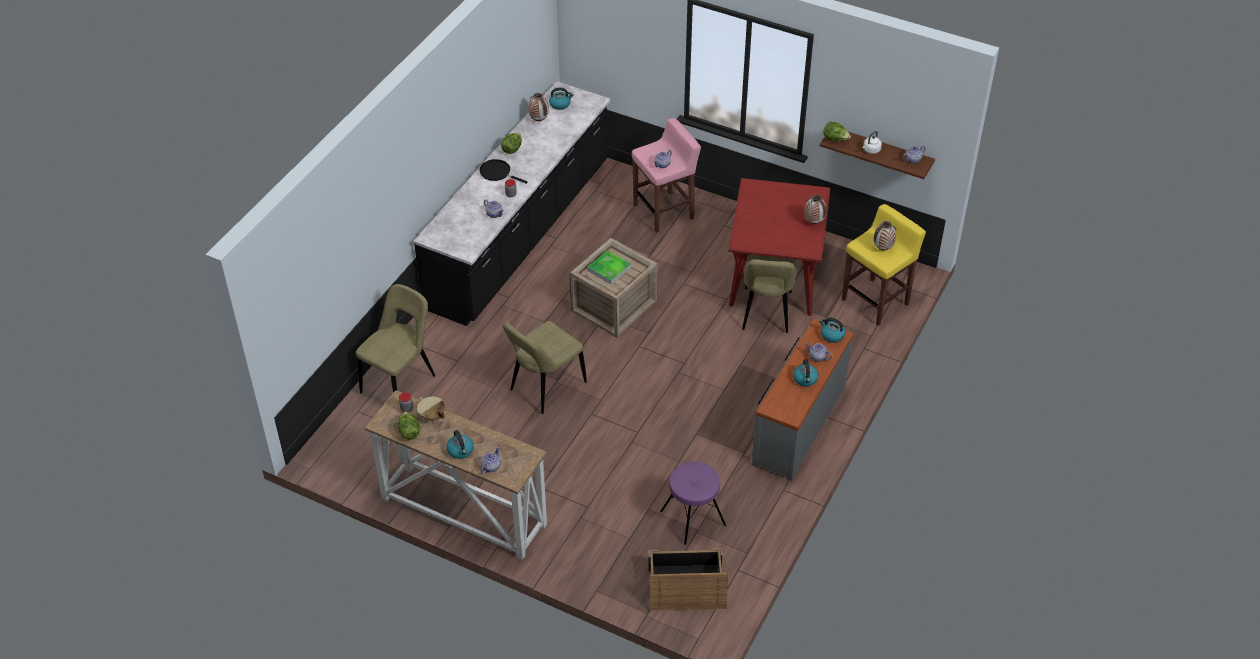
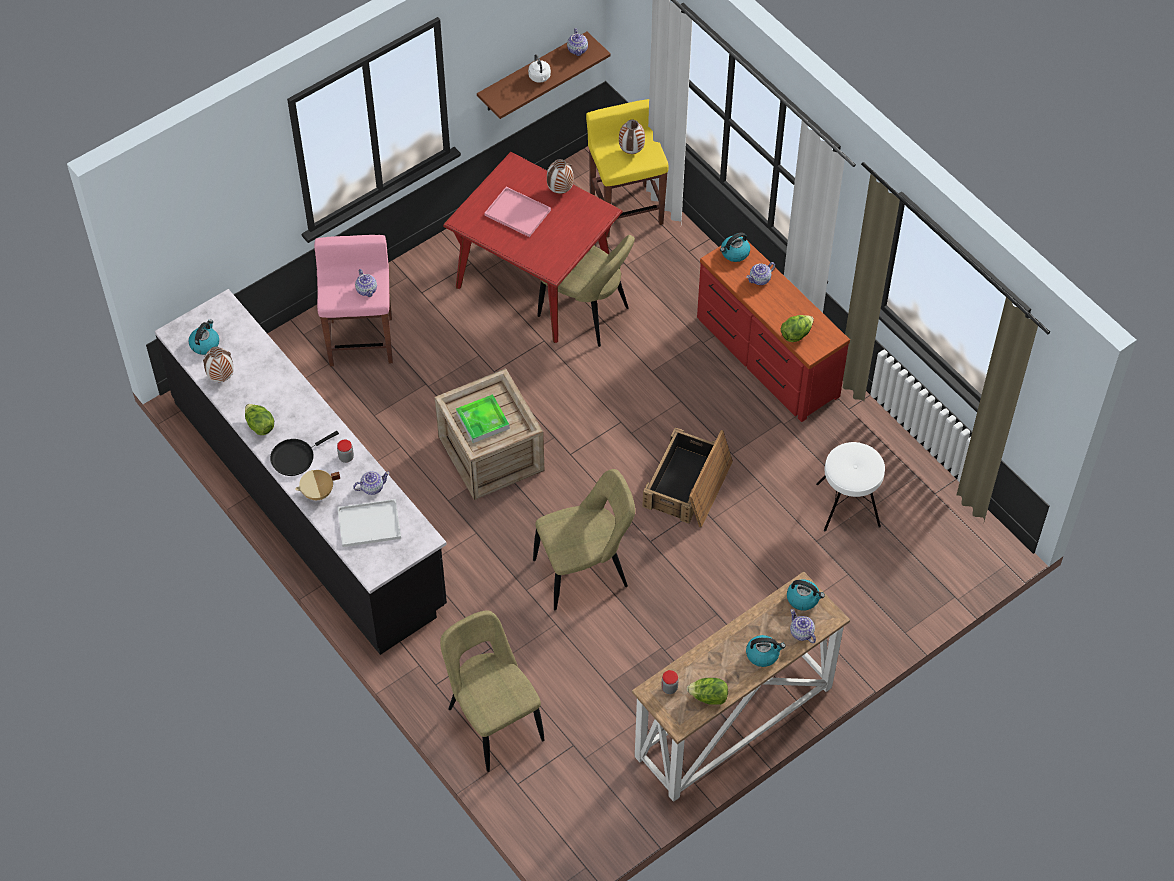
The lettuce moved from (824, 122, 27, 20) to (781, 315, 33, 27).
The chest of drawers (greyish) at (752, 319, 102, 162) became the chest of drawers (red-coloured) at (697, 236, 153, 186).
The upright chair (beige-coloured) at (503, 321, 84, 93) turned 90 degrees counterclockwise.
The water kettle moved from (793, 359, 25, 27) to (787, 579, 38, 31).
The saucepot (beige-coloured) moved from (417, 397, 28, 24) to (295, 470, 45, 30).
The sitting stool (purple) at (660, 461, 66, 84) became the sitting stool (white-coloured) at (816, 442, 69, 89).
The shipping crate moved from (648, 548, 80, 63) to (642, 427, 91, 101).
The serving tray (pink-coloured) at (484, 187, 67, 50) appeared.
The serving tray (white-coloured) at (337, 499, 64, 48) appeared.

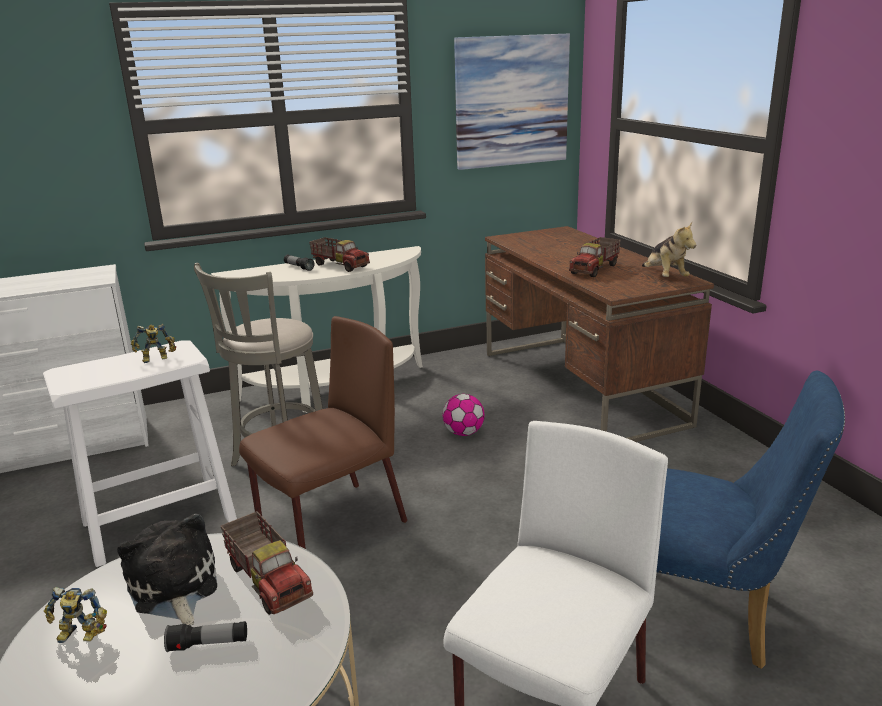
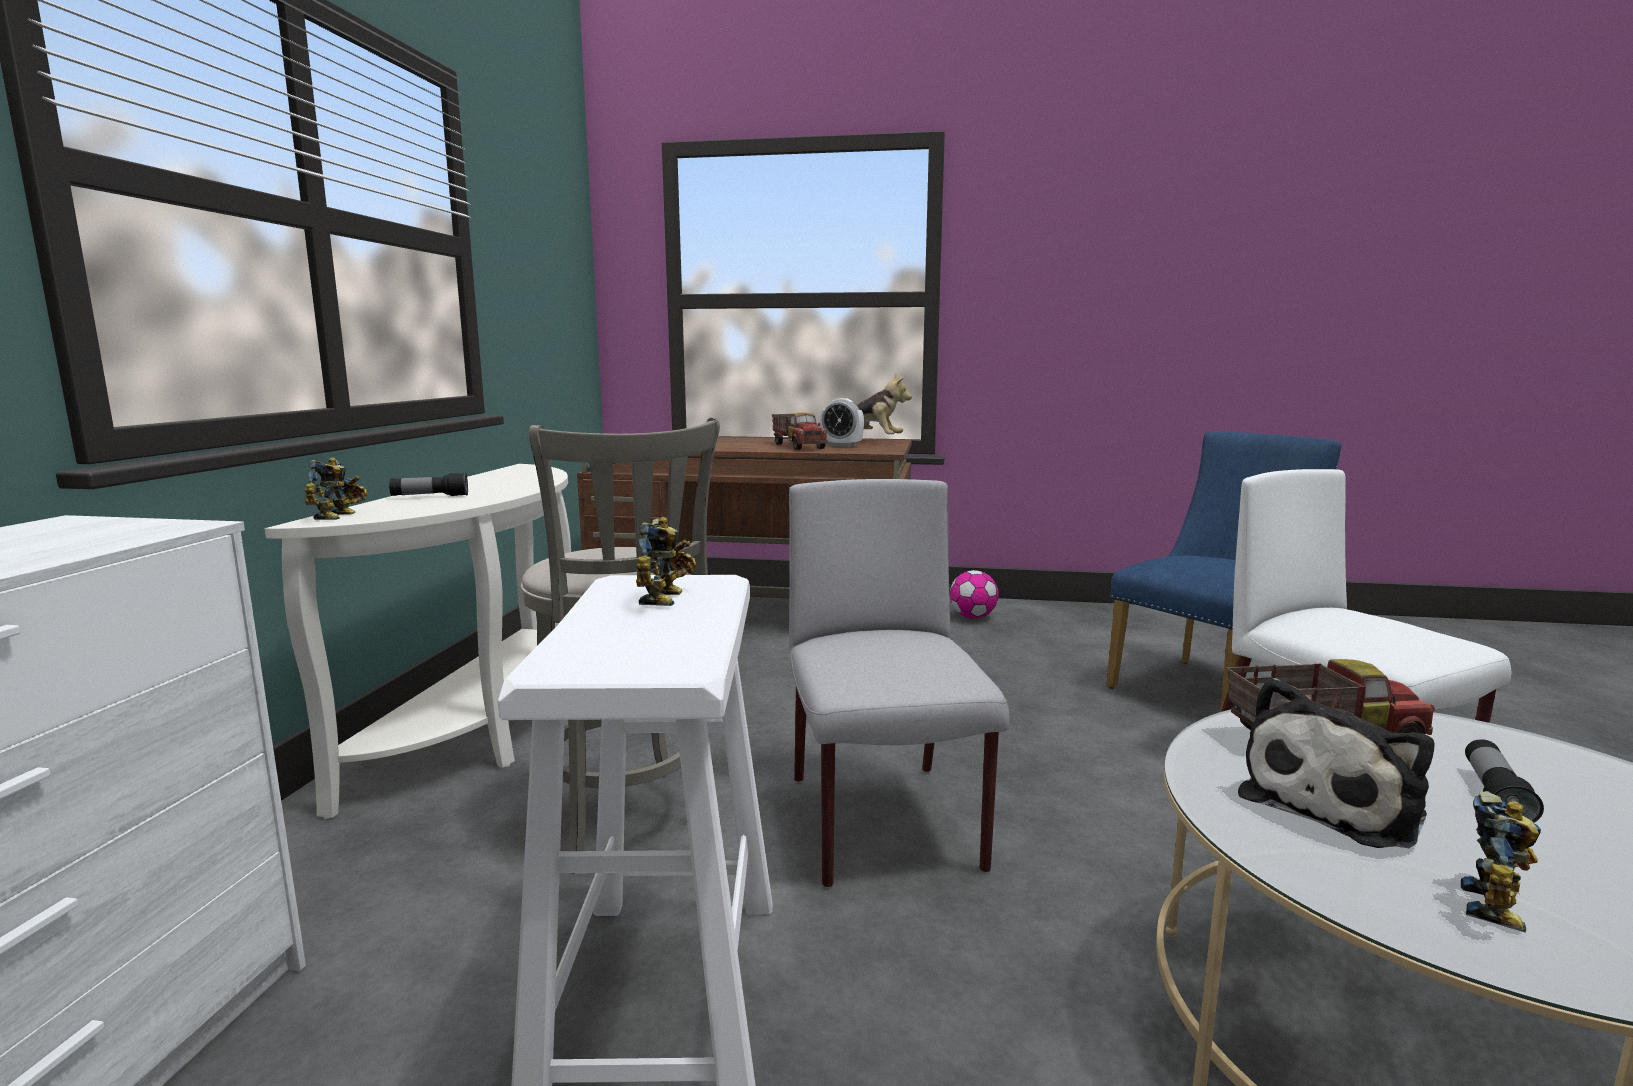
The picture at (454, 34, 116, 136) disappeared.
The model truck at (309, 237, 61, 35) disappeared.
The upright chair (brownish) at (239, 316, 168, 233) became the upright chair (greyish) at (789, 479, 220, 409).
The ball for football moved from (443, 394, 42, 42) to (950, 570, 49, 49).
The cuddly toy at (117, 513, 100, 113) turned 45 degrees counterclockwise.
The bedside clock at (820, 398, 44, 49) appeared.
The toy robot at (304, 457, 63, 63) appeared.

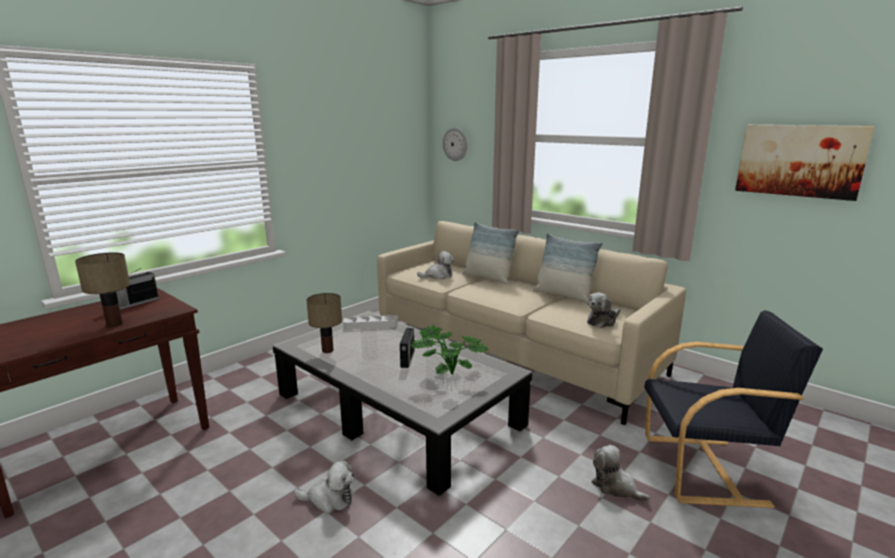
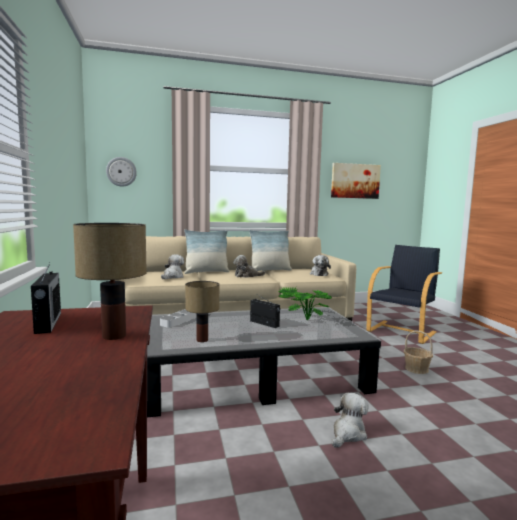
The cuddly toy moved from (592, 445, 58, 57) to (233, 255, 32, 23).
The basket at (404, 330, 29, 44) appeared.

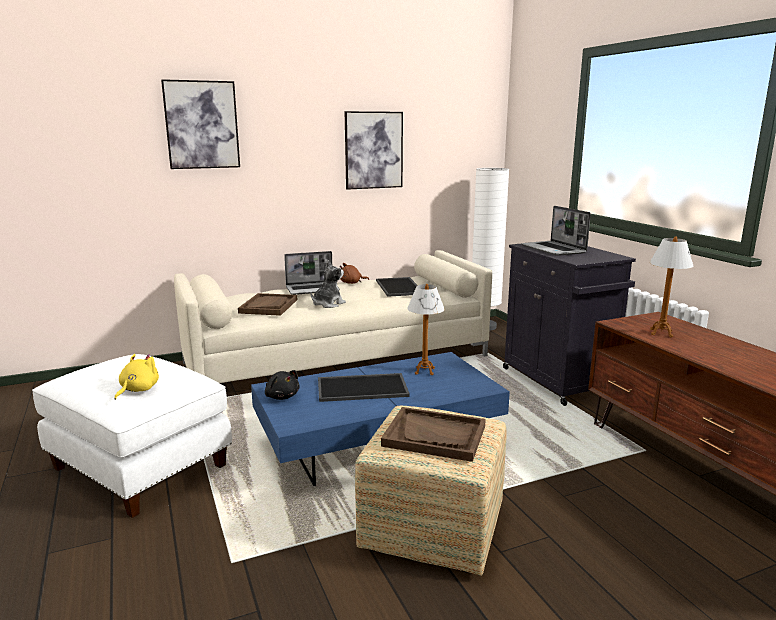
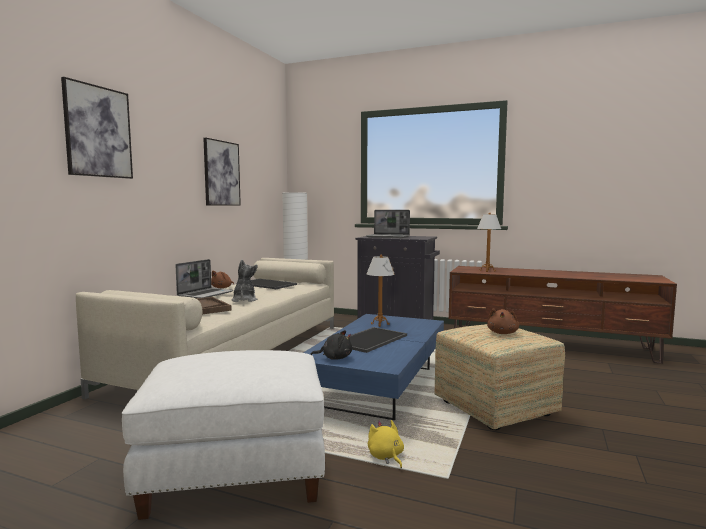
The cuddly toy (yellow-coloured) moved from (115, 354, 44, 46) to (368, 420, 36, 49).
The serving tray (brownish) at (381, 407, 105, 55) was replaced by the cuddly toy (brownish) at (487, 308, 32, 26).

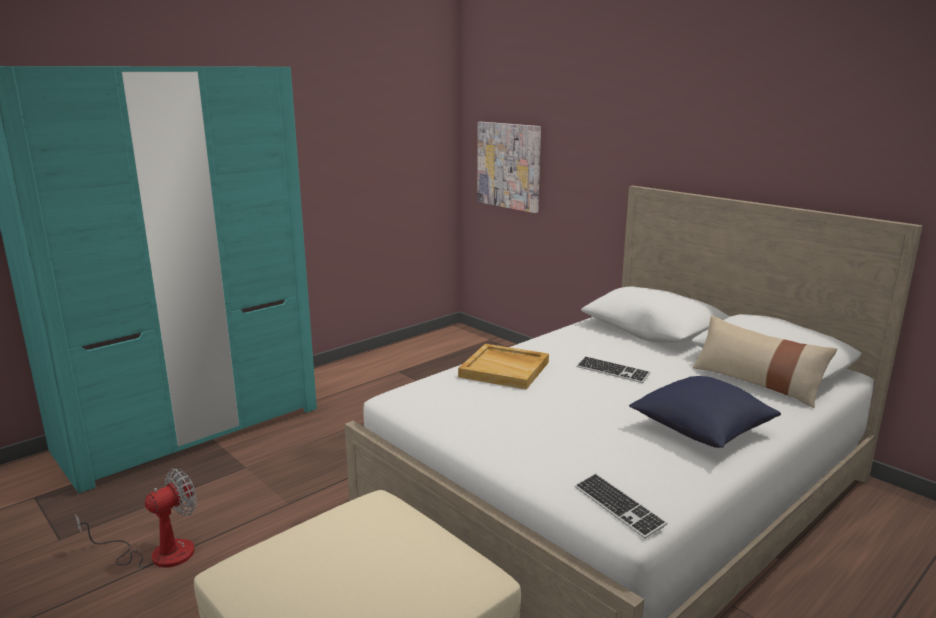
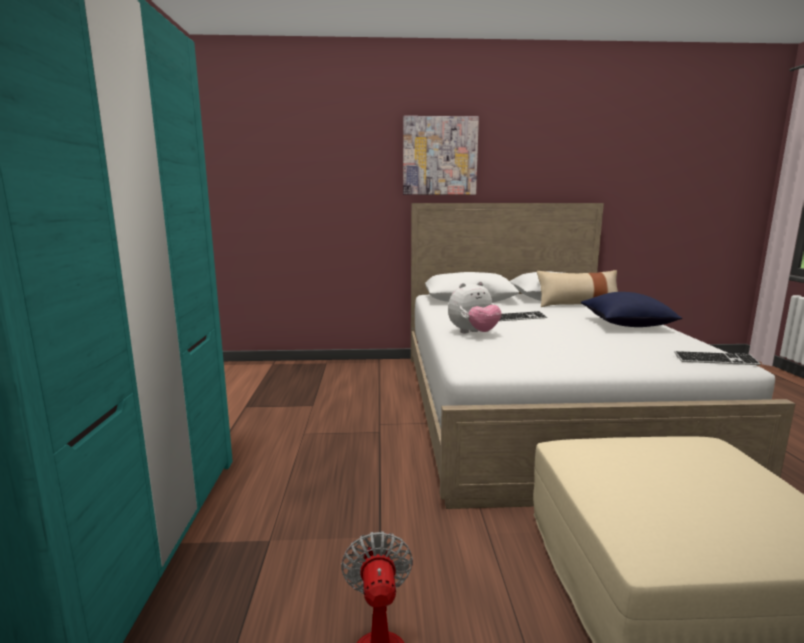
The picture moved from (477, 122, 64, 91) to (403, 116, 76, 79).
The serving tray (beige-coloured) at (458, 344, 91, 46) was replaced by the cuddly toy at (448, 281, 54, 52).

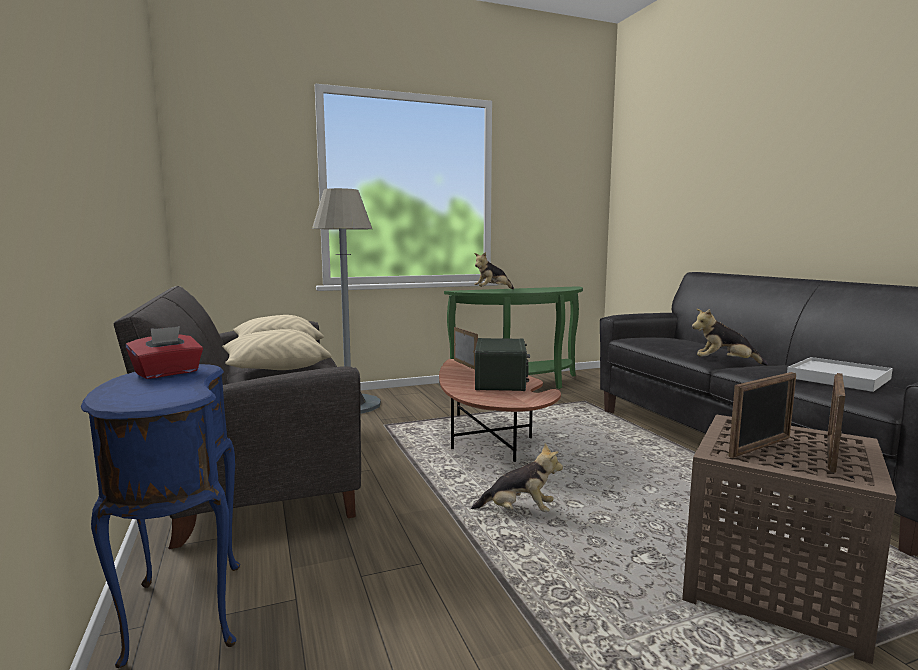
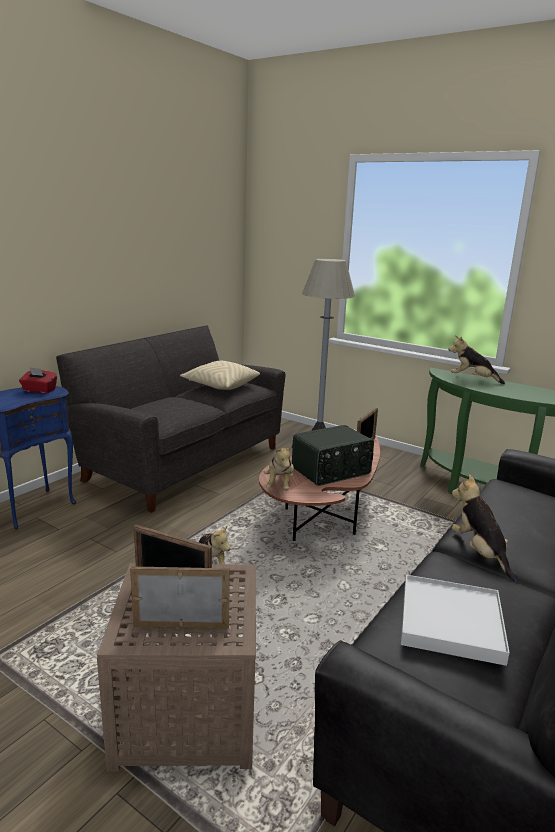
The cushion (beige-coloured) at (222, 329, 110, 41) disappeared.
The cuddly toy at (264, 445, 30, 46) appeared.

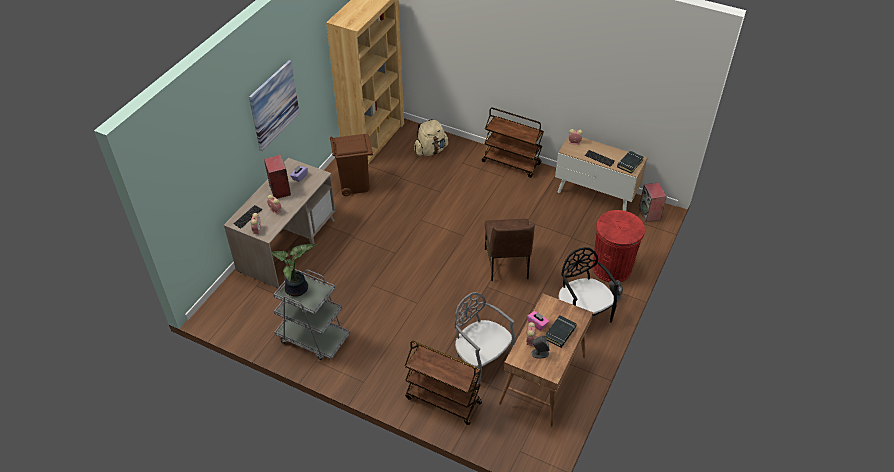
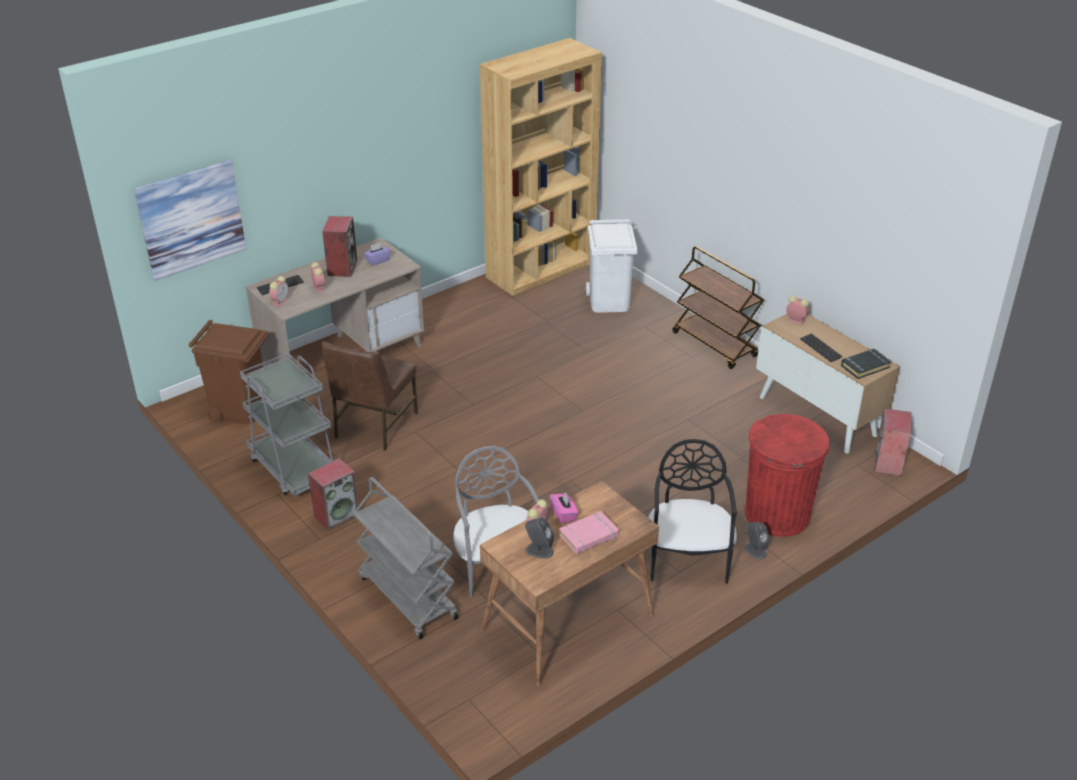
The picture moved from (249, 60, 51, 91) to (134, 160, 112, 121).
The knapsack (beige-coloured) at (414, 119, 34, 37) was replaced by the waste bin (white-coloured) at (586, 219, 52, 94).
The waste bin (brownish) moved from (330, 134, 43, 62) to (189, 320, 80, 104).
The upright chair (brownish) moved from (485, 219, 50, 62) to (322, 341, 96, 110).
The houseplant at (271, 244, 46, 53) disappeared.
The bound book (black-coloured) at (545, 315, 32, 33) became the bound book (pink-coloured) at (559, 511, 59, 43).
The wheeled cart (brownish) at (405, 341, 77, 84) became the wheeled cart (greyish) at (353, 477, 105, 163).
The speaker at (308, 458, 50, 73) appeared.

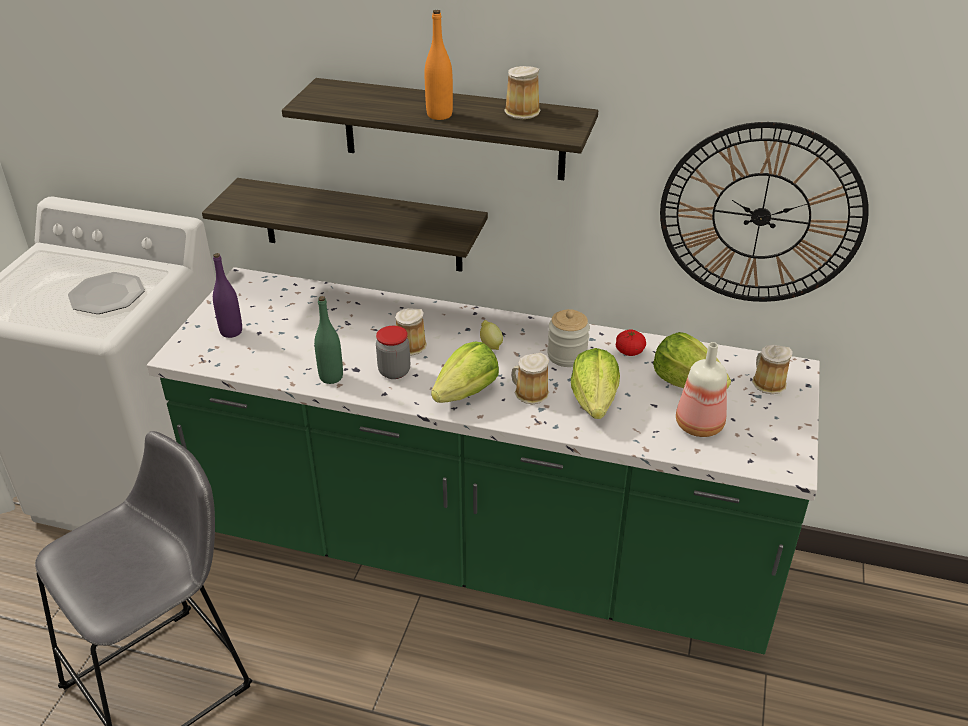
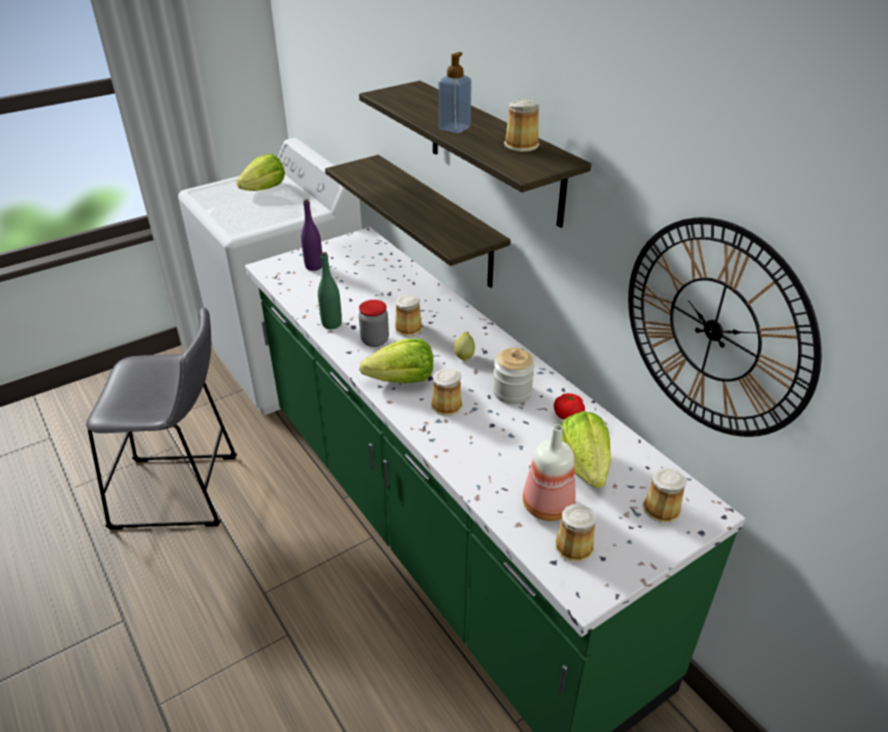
The drink bottle (orange) at (425, 10, 28, 110) was replaced by the liquid soap bottle at (439, 52, 33, 81).
The flat dish at (68, 272, 77, 42) disappeared.
The lettuce moved from (571, 348, 49, 71) to (236, 154, 49, 37).
The coffee mug at (555, 504, 41, 58) appeared.

